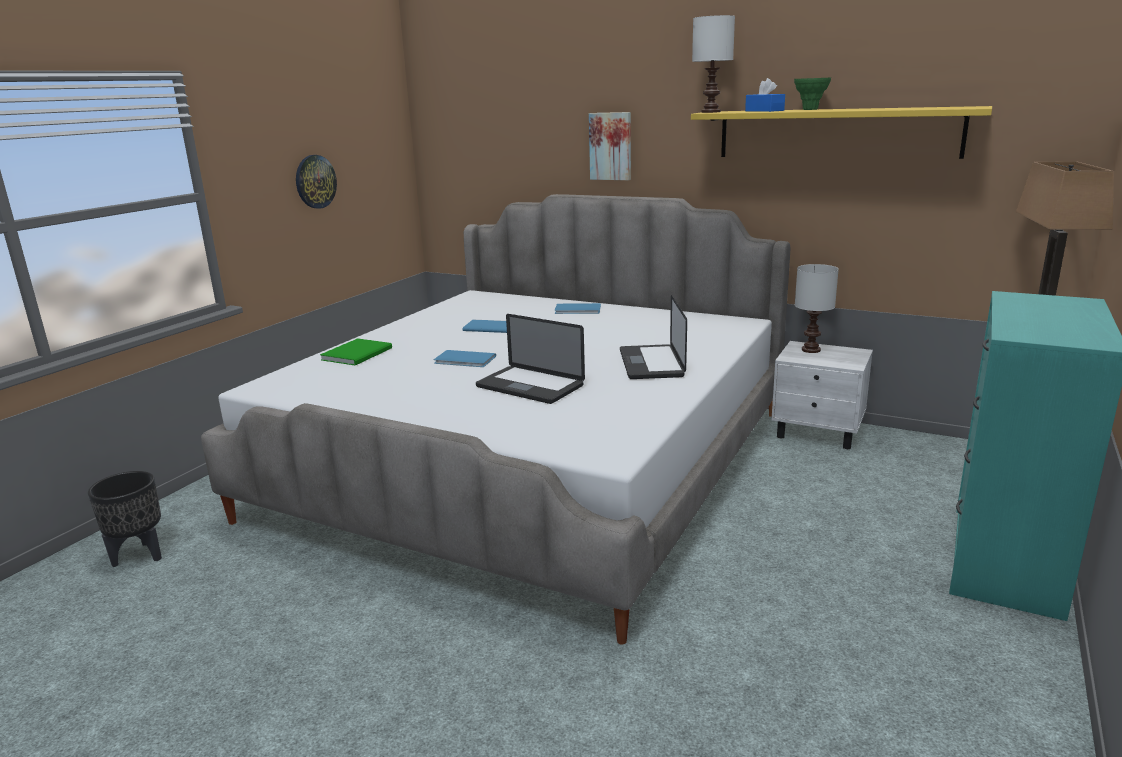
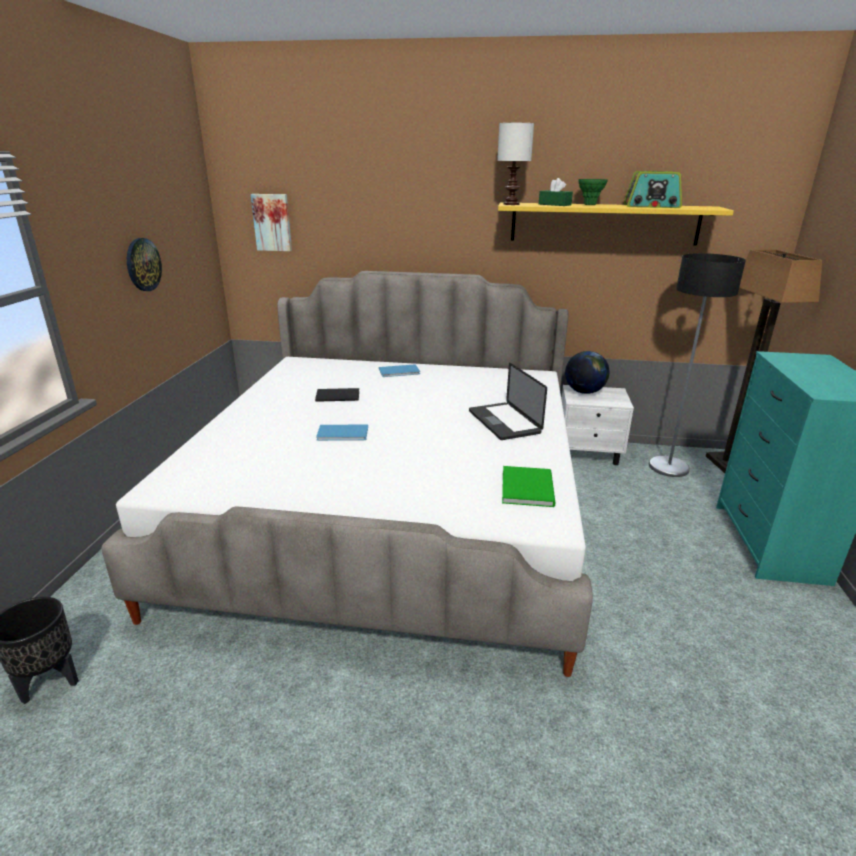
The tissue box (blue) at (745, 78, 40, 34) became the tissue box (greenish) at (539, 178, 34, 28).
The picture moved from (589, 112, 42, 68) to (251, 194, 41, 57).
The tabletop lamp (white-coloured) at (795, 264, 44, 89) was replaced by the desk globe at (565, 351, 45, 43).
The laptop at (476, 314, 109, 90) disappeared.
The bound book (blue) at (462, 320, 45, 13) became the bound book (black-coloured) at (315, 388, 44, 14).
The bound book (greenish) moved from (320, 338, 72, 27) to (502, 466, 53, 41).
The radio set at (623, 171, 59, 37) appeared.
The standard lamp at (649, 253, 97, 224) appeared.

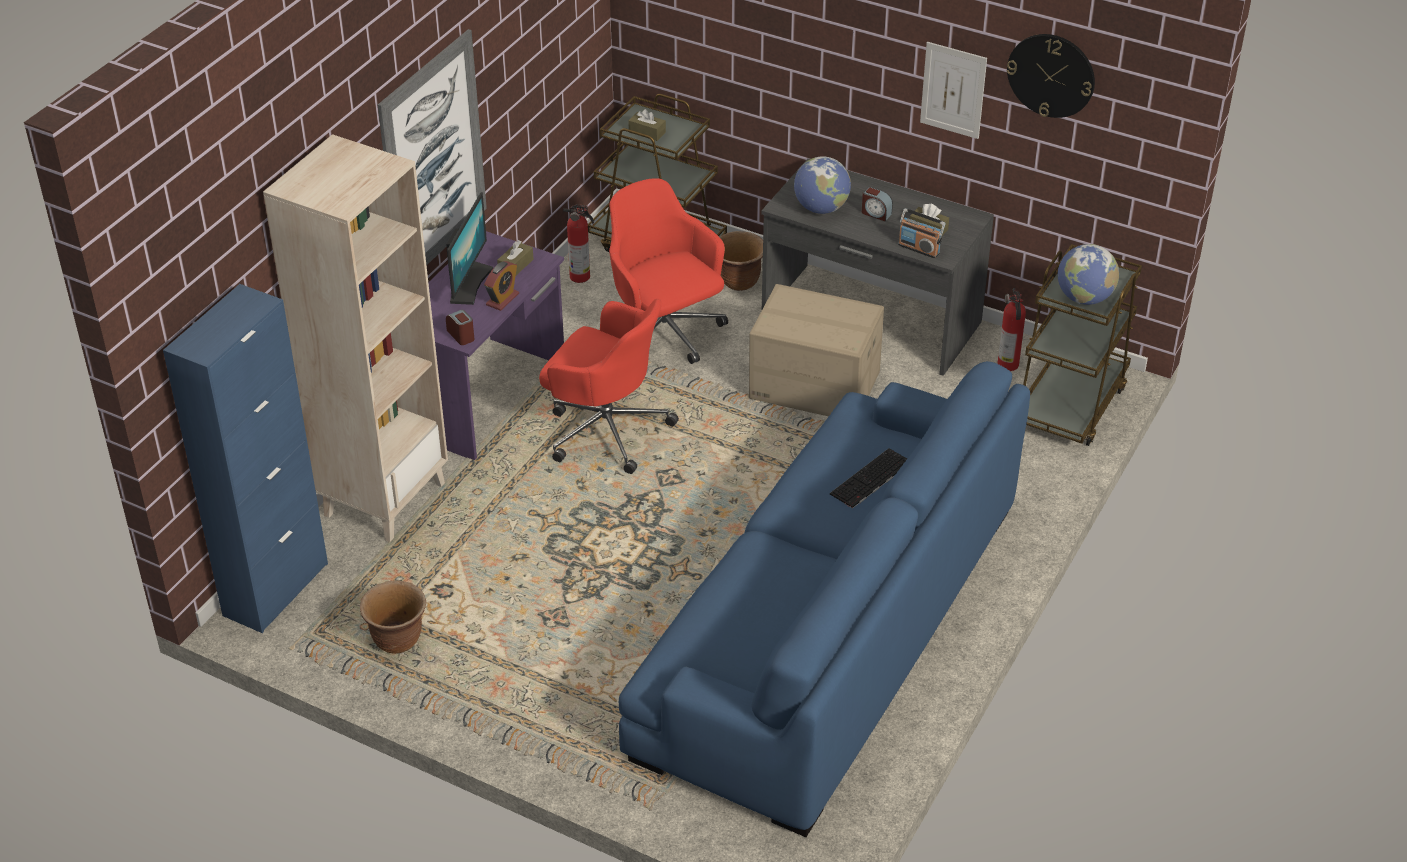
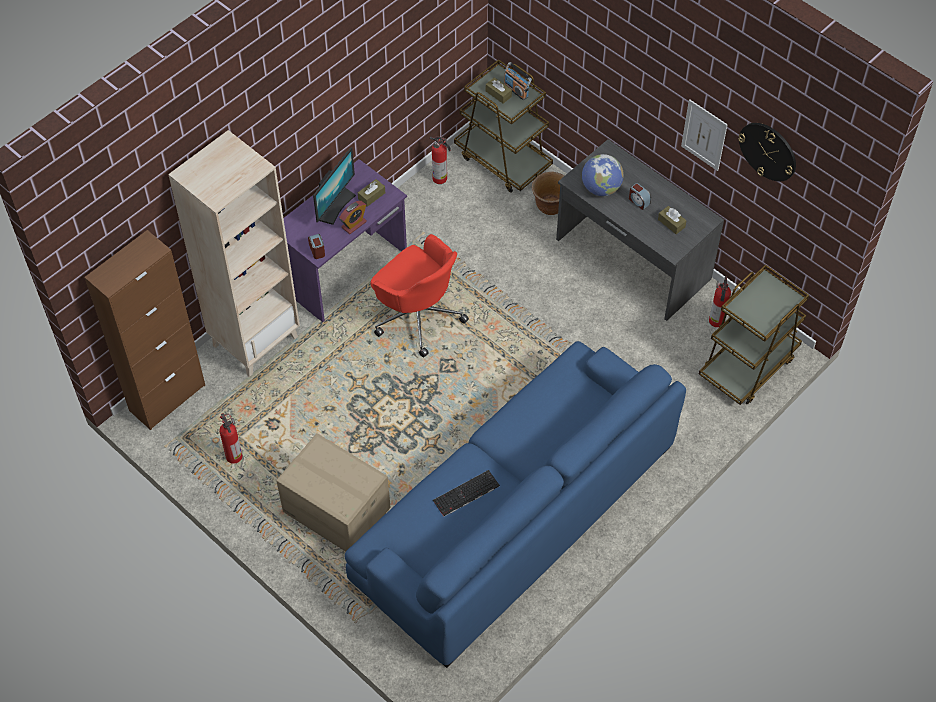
The picture at (378, 29, 109, 236) disappeared.
The computer chair (red-coloured) at (609, 178, 119, 186) disappeared.
The radio set moved from (898, 208, 47, 50) to (504, 62, 28, 38).
The desk globe at (1058, 244, 61, 61) disappeared.
The cabinet (blue) at (163, 284, 165, 349) became the cabinet (brownish) at (84, 230, 121, 200).
The packing box moved from (749, 284, 135, 132) to (276, 433, 114, 118).
The PC keyboard moved from (830, 448, 77, 61) to (433, 470, 67, 46).
The flower pot (brownish) at (360, 580, 66, 74) was replaced by the fire-fighting cylinder at (219, 413, 23, 51).

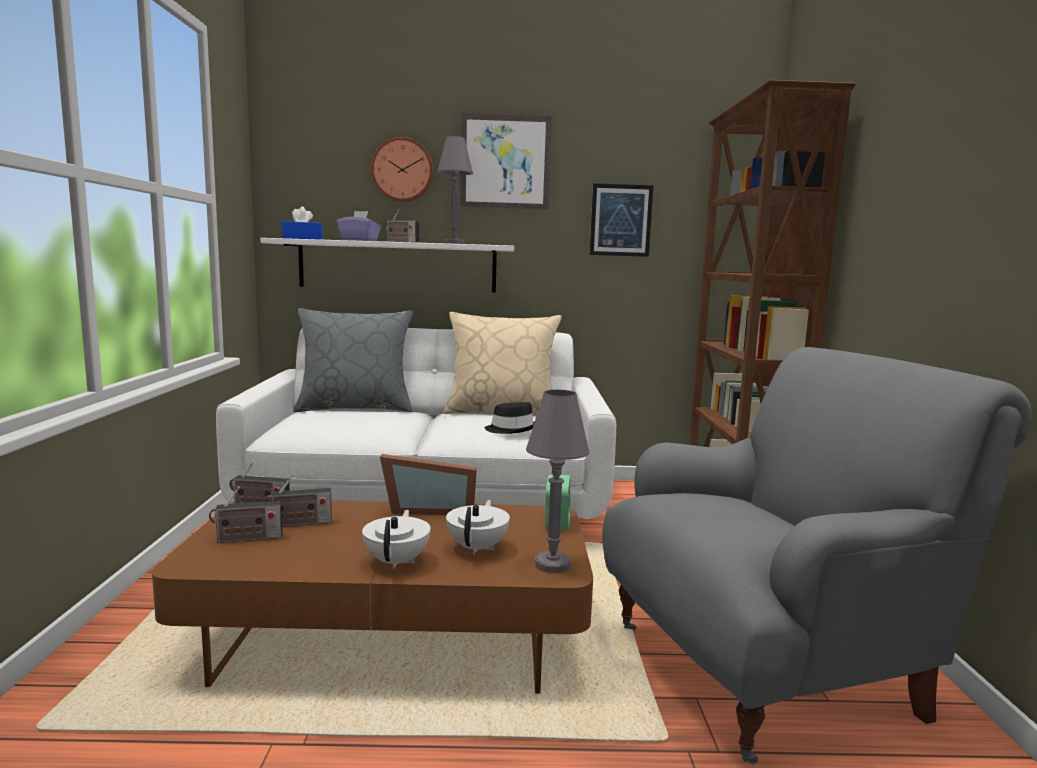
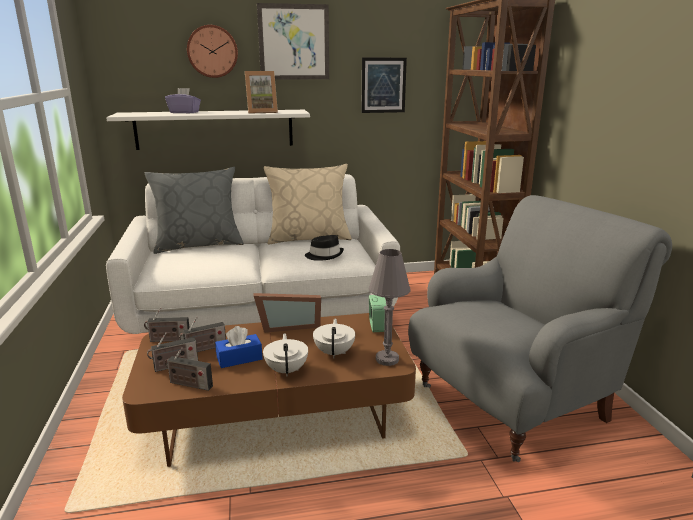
The tabletop lamp (greyish) at (437, 136, 36, 108) was replaced by the picture frame at (245, 71, 33, 43).
The tissue box (blue) moved from (282, 207, 41, 33) to (215, 326, 47, 42).
The radio set moved from (385, 209, 34, 34) to (165, 348, 48, 43).

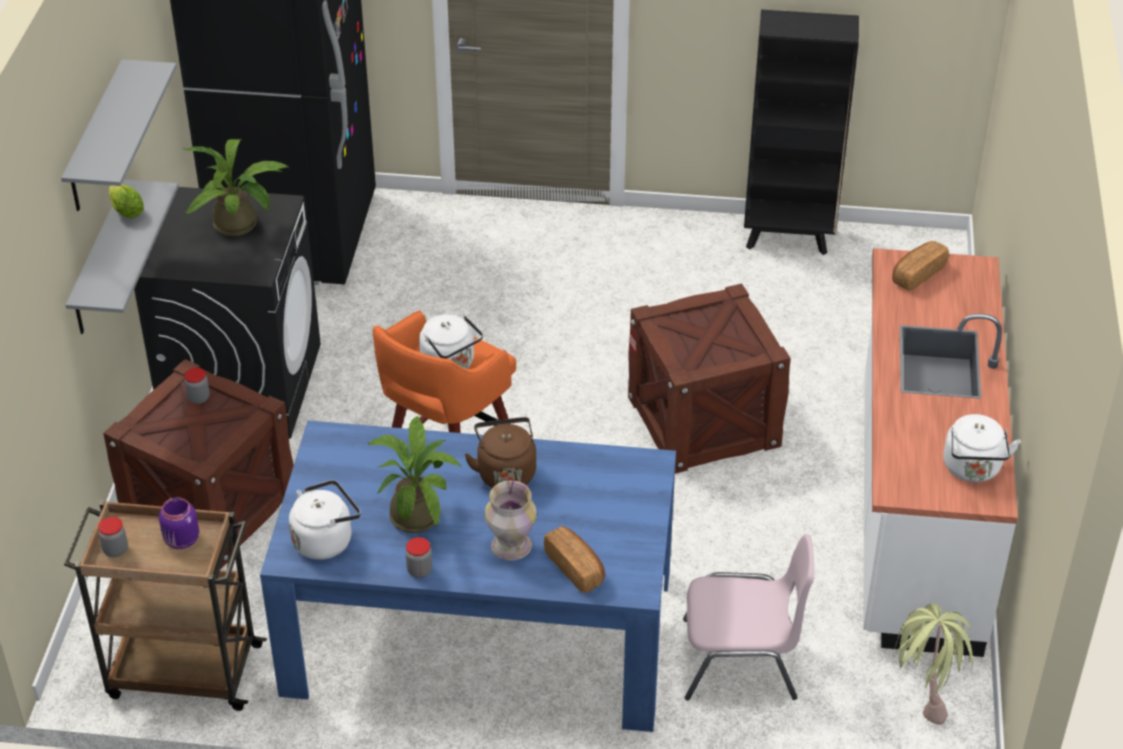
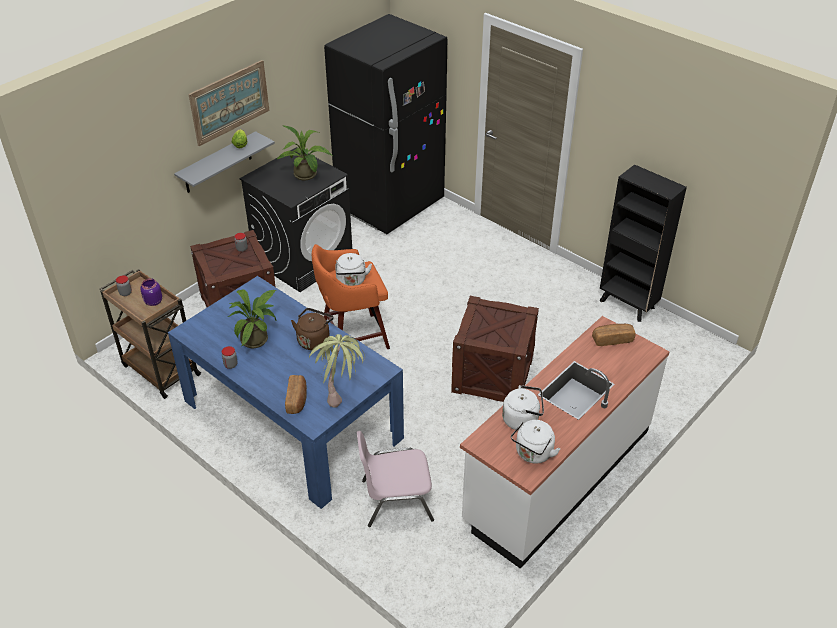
The shelf (greyish) at (61, 59, 116, 152) was replaced by the picture at (188, 60, 81, 86).
The water kettle (white-coloured) moved from (289, 480, 72, 80) to (502, 385, 42, 46).
The decorative vase at (485, 480, 52, 81) disappeared.
The upright chair (pink-coloured) at (683, 534, 132, 167) turned 135 degrees clockwise.
The houseplant moved from (893, 603, 80, 121) to (309, 334, 56, 74).

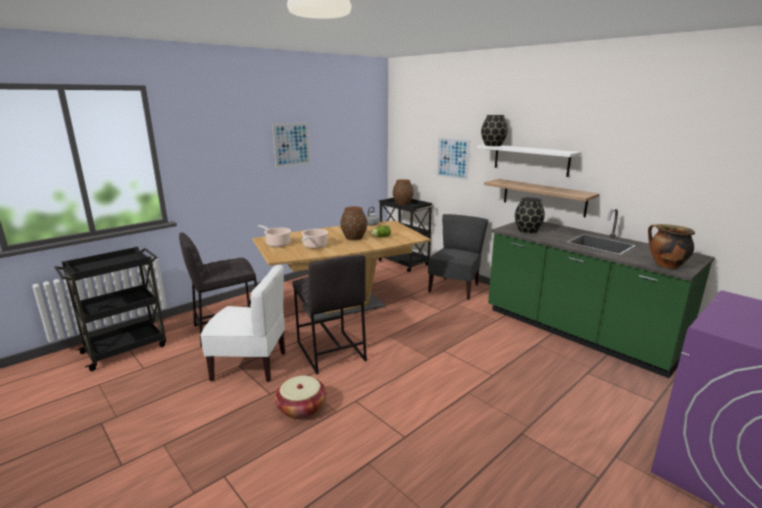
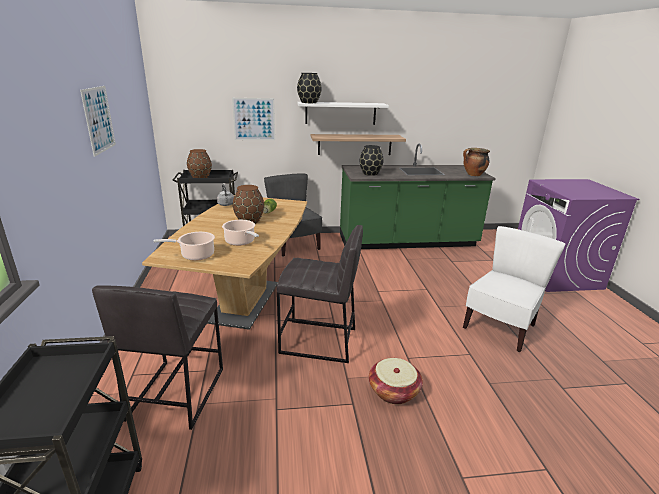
The upright chair (white-coloured) moved from (200, 265, 85, 117) to (463, 226, 103, 126).

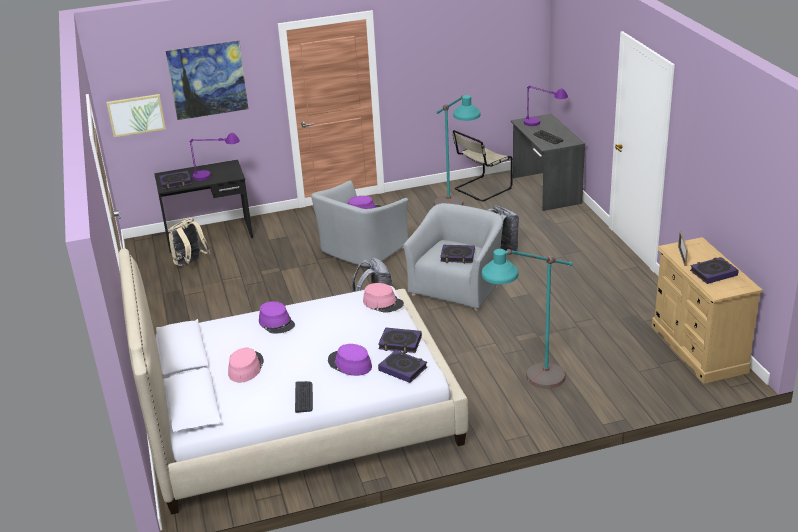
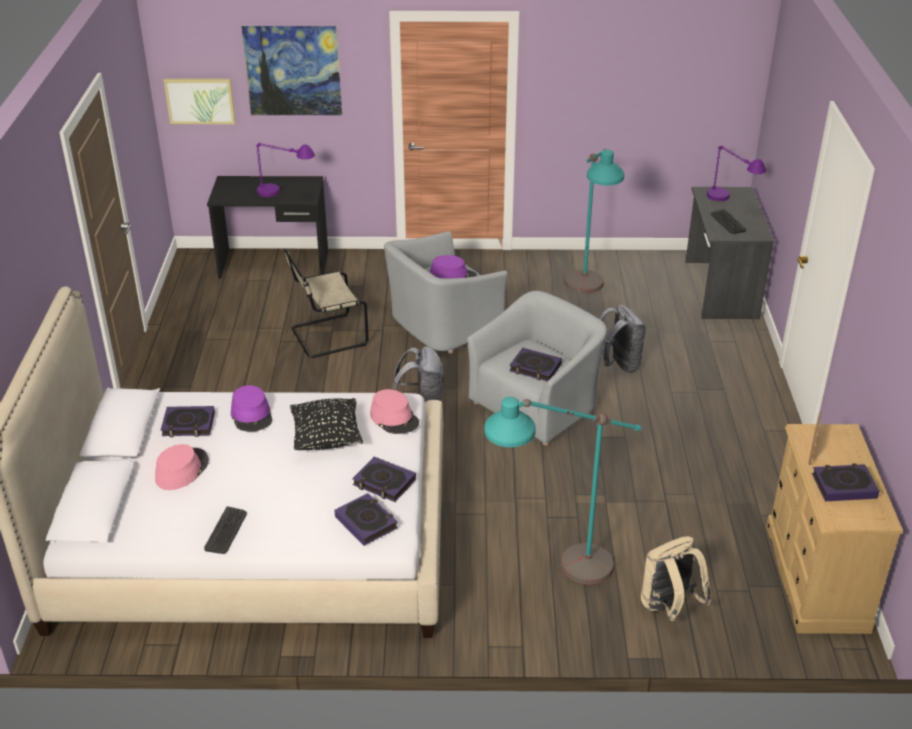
The upright chair (beige-coloured) moved from (452, 130, 61, 71) to (284, 248, 85, 110).
The bound book moved from (159, 171, 33, 18) to (161, 406, 54, 31).
The knapsack (beige-coloured) moved from (167, 218, 43, 49) to (641, 536, 70, 85).
The hat (purple) at (328, 344, 44, 32) disappeared.
The cushion (black-coloured) at (290, 398, 73, 52) appeared.

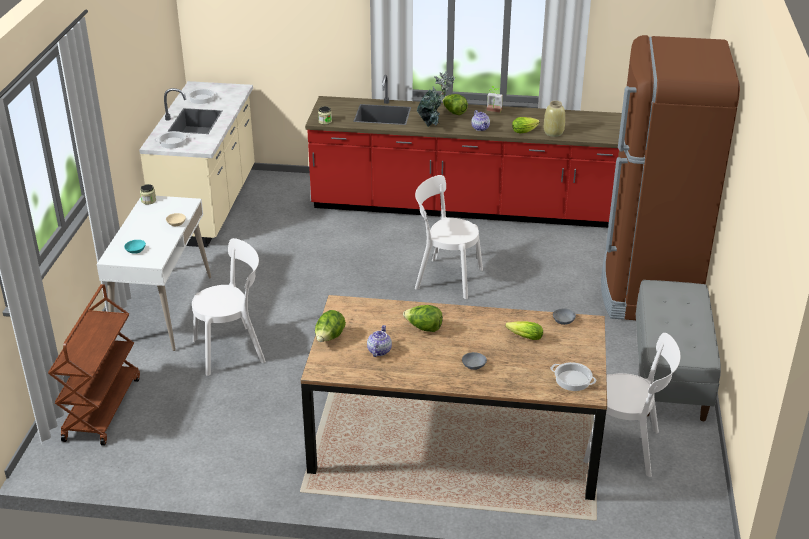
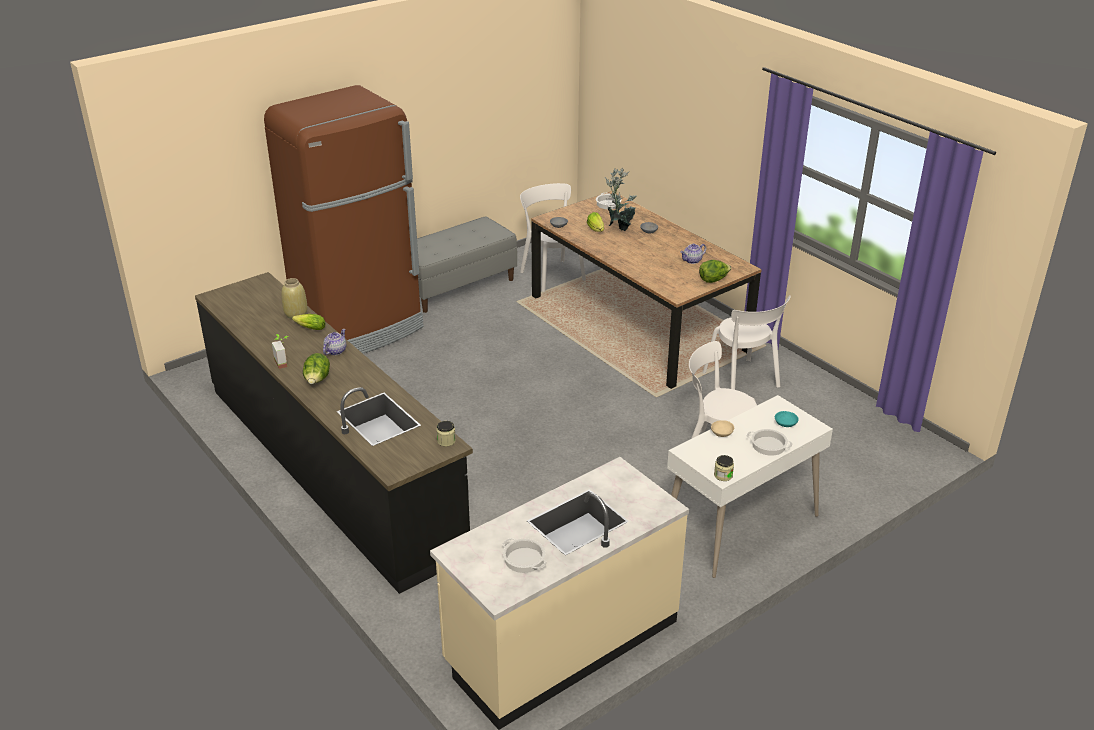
The houseplant moved from (417, 71, 38, 56) to (605, 168, 32, 63).
The kitchen counter (red-coloured) at (305, 75, 317, 153) became the kitchen counter (black-coloured) at (195, 272, 278, 322).
The saucepot moved from (154, 131, 36, 18) to (746, 429, 46, 27).
The upright chair (white-coloured) moved from (415, 175, 68, 124) to (703, 295, 88, 95).
The wheeled cart (brownish) at (48, 284, 92, 162) disappeared.
The lettuce at (403, 305, 40, 27) disappeared.

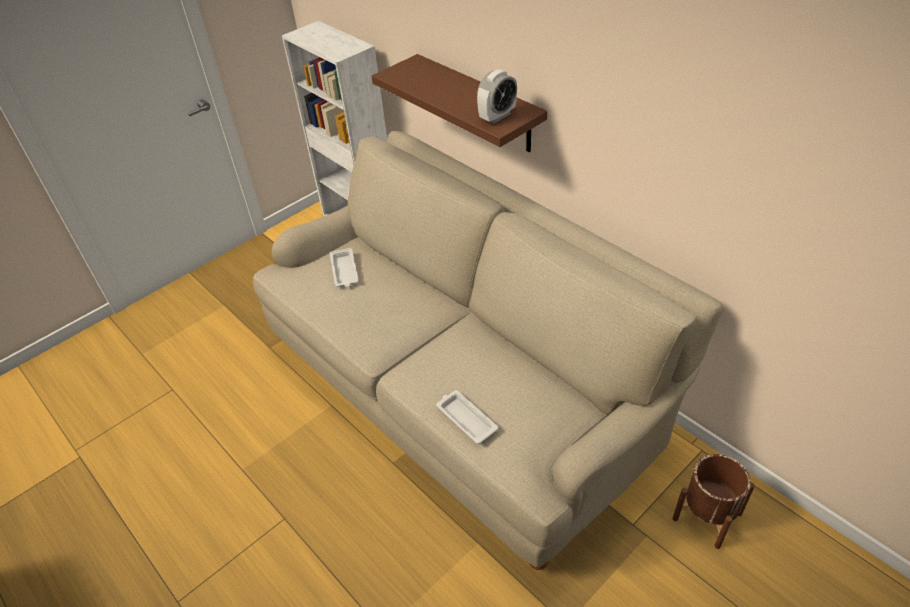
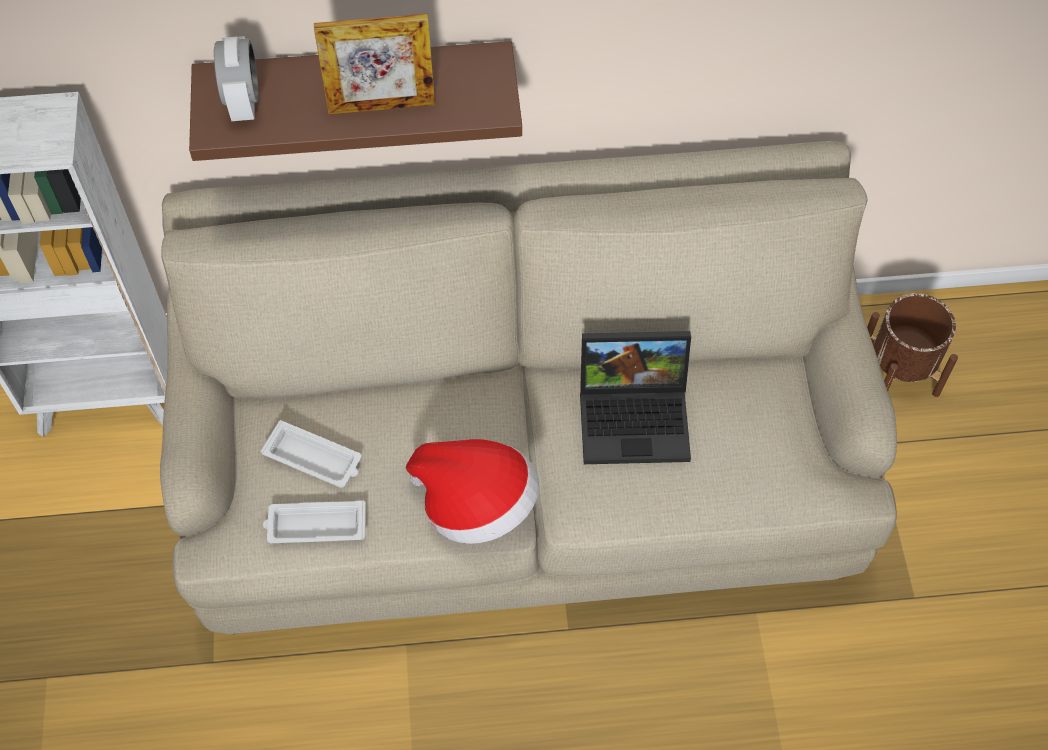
The bedside clock moved from (477, 69, 40, 55) to (214, 36, 44, 85).
The serving tray (white-coloured) moved from (436, 390, 63, 54) to (263, 500, 103, 43).
The picture frame at (314, 14, 121, 100) appeared.
The laptop at (580, 331, 111, 133) appeared.
The hat at (406, 439, 133, 105) appeared.

